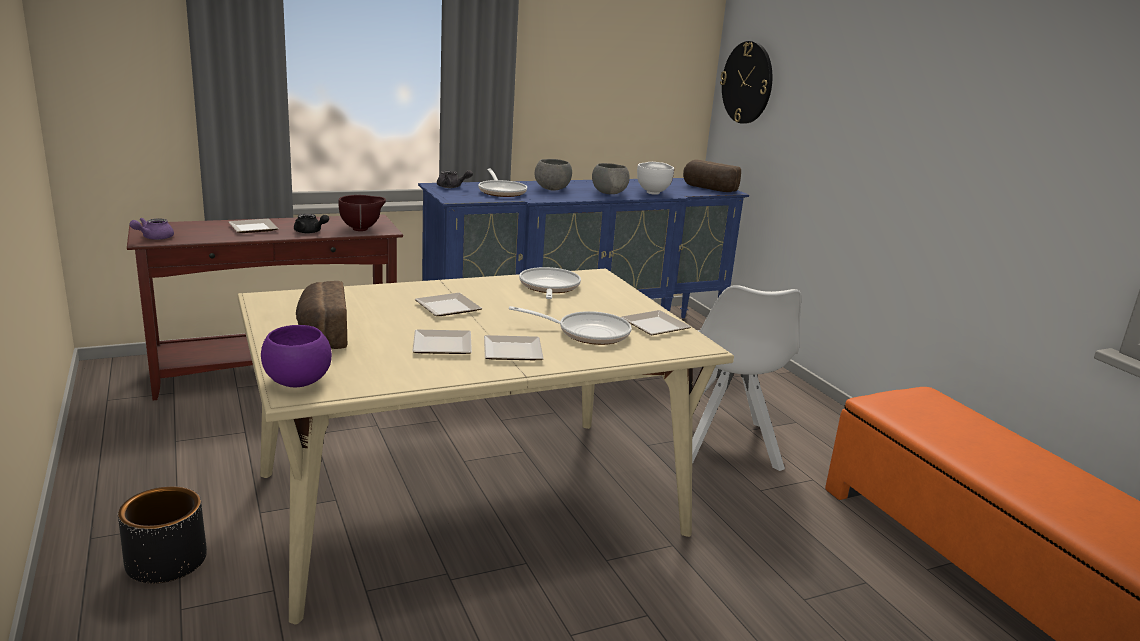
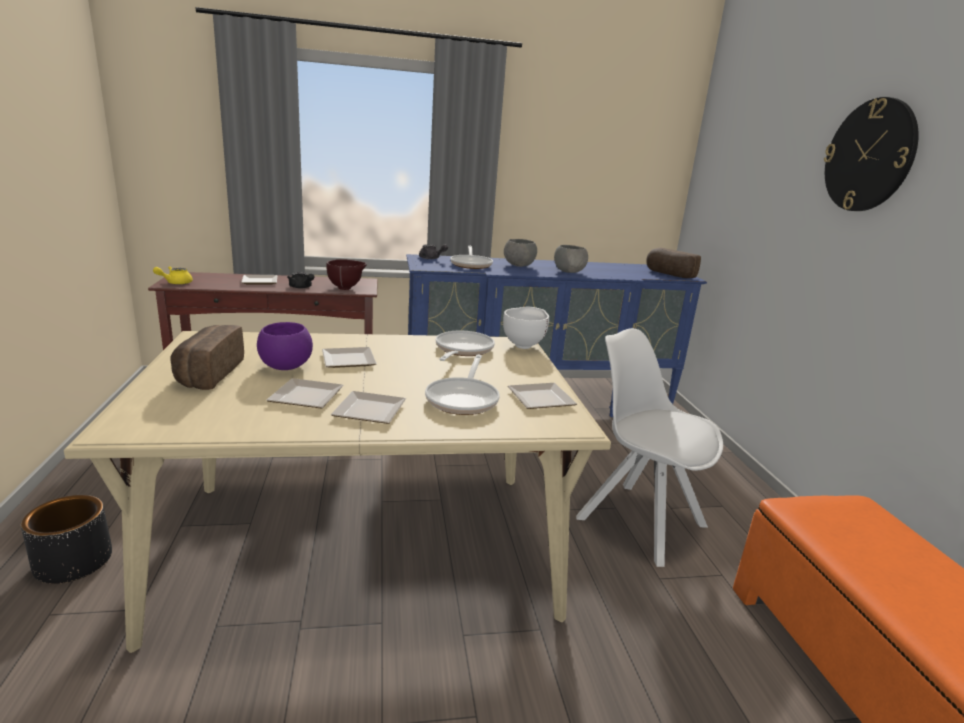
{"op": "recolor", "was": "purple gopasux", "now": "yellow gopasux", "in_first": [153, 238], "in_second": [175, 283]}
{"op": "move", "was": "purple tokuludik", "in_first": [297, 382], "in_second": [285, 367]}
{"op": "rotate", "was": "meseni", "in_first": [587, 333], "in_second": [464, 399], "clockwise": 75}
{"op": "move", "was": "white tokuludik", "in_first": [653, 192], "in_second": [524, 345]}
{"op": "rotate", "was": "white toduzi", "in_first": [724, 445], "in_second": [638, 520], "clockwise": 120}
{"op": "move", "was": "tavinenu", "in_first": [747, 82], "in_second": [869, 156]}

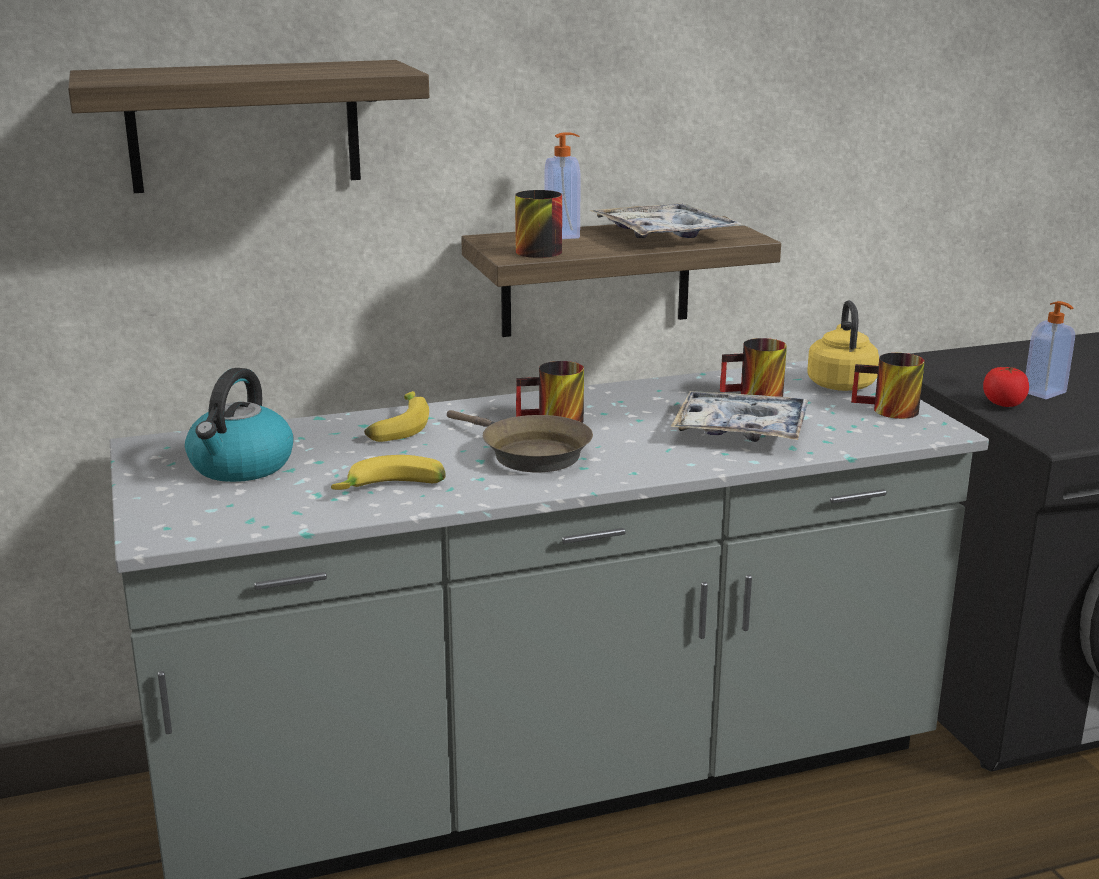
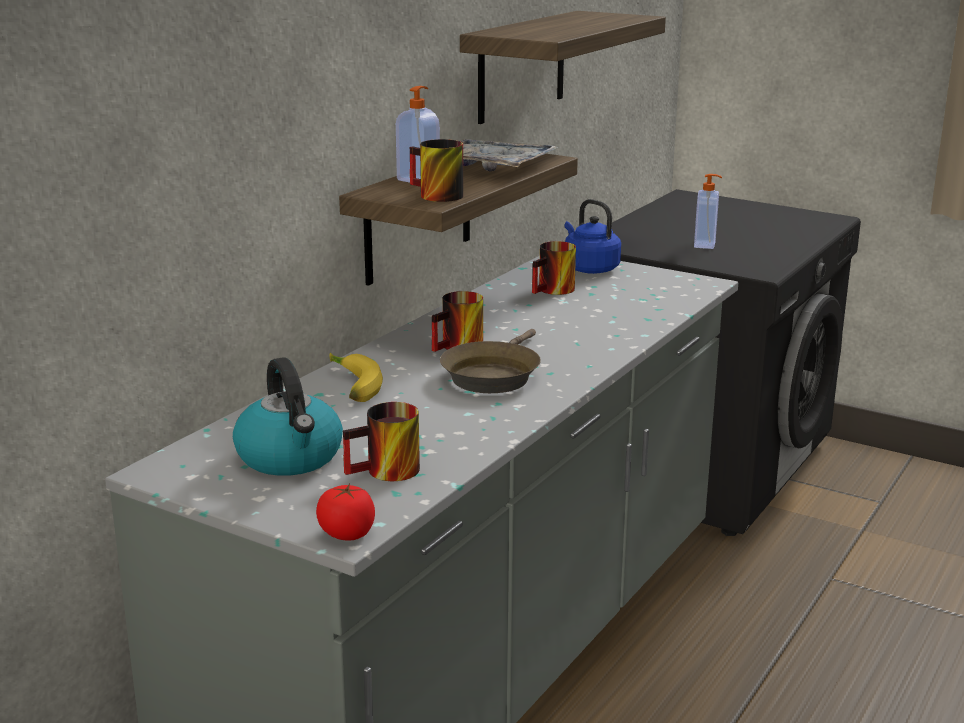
{"op": "move", "was": "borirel", "in_first": [244, 126], "in_second": [521, 66]}
{"op": "delete", "was": "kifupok", "in_first": [392, 490]}
{"op": "rotate", "was": "brown meseni", "in_first": [529, 453], "in_second": [493, 375], "clockwise": 105}
{"op": "delete", "was": "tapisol", "in_first": [741, 430]}
{"op": "recolor", "was": "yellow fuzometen", "now": "blue fuzometen", "in_first": [840, 383], "in_second": [589, 268]}
{"op": "move", "was": "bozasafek", "in_first": [887, 411], "in_second": [386, 473]}
{"op": "move", "was": "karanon", "in_first": [1003, 404], "in_second": [347, 534]}

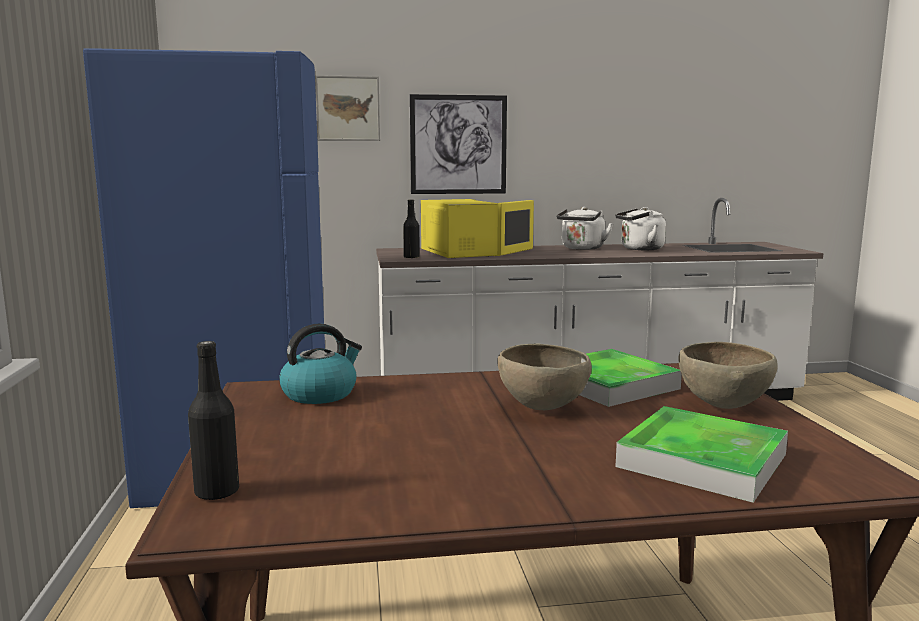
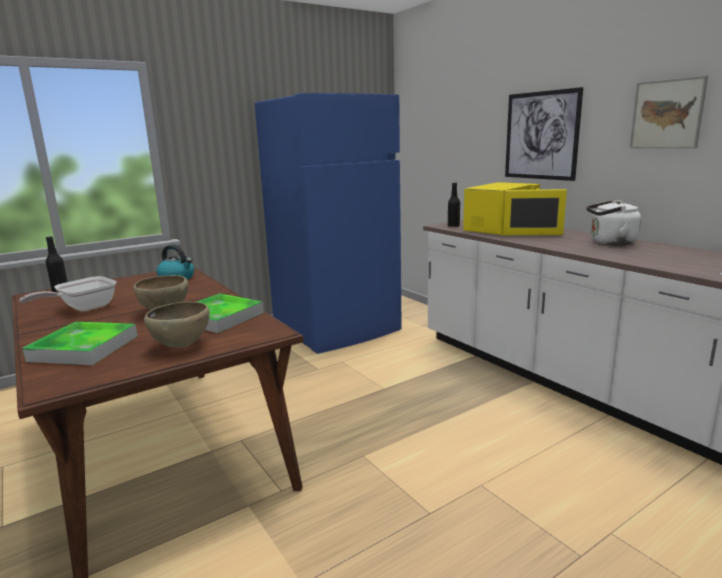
{"op": "move", "was": "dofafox", "in_first": [348, 108], "in_second": [666, 114]}
{"op": "delete", "was": "white fuzometen", "in_first": [639, 249]}
{"op": "insert", "now": "meseni", "in_second": [83, 308]}

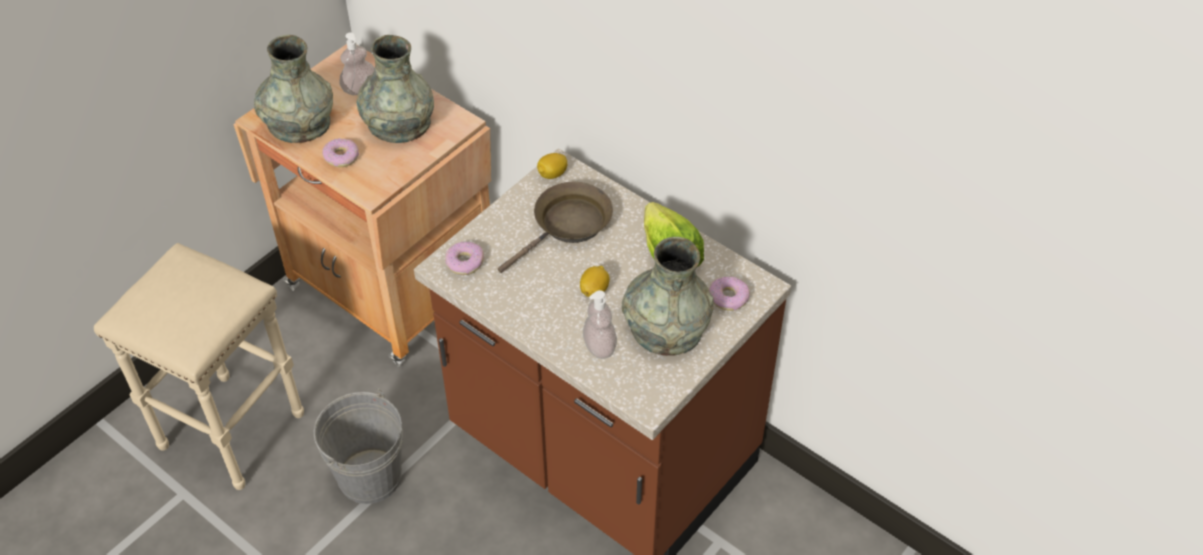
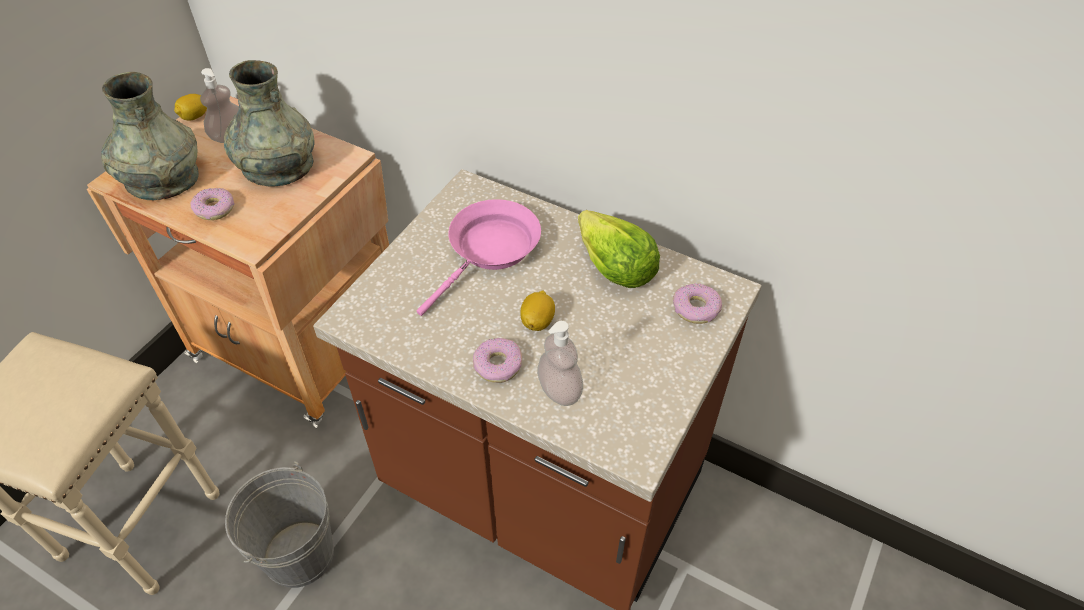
{"op": "move", "was": "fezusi", "in_first": [464, 262], "in_second": [497, 365]}
{"op": "recolor", "was": "brown meseni", "now": "pink meseni", "in_first": [568, 226], "in_second": [490, 251]}
{"op": "move", "was": "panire", "in_first": [552, 174], "in_second": [194, 117]}
{"op": "delete", "was": "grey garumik", "in_first": [666, 328]}

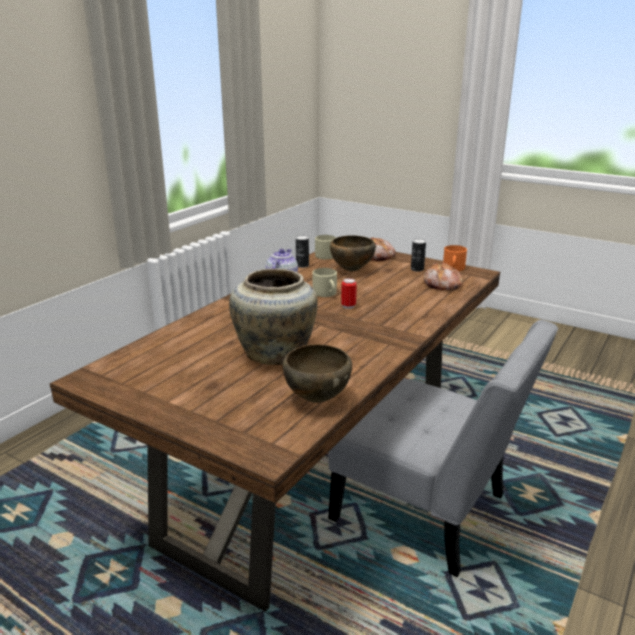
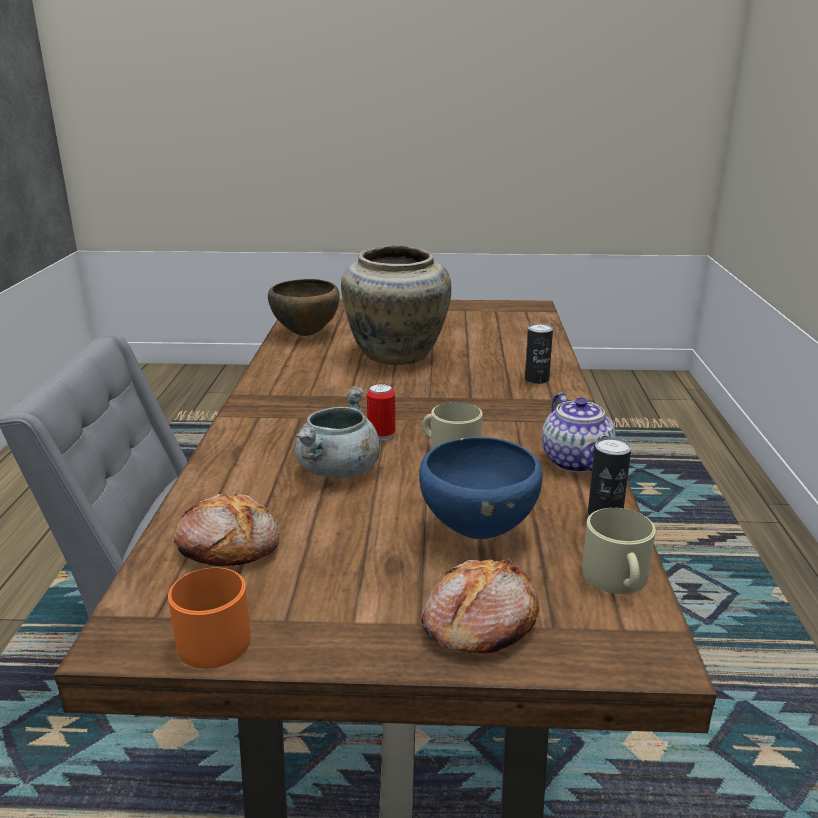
{"op": "recolor", "was": "brown tokuludik", "now": "blue tokuludik", "in_first": [351, 270], "in_second": [478, 532]}
{"op": "move", "was": "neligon", "in_first": [417, 269], "in_second": [536, 380]}
{"op": "insert", "now": "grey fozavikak", "in_second": [338, 471]}

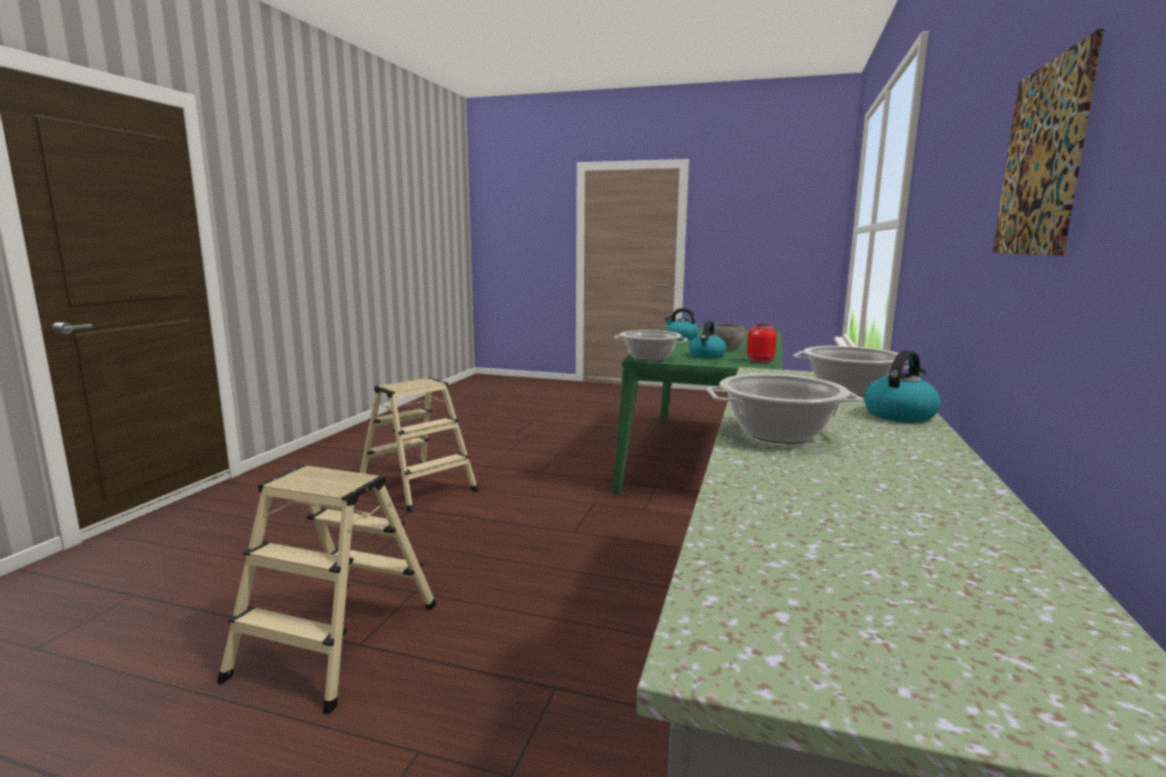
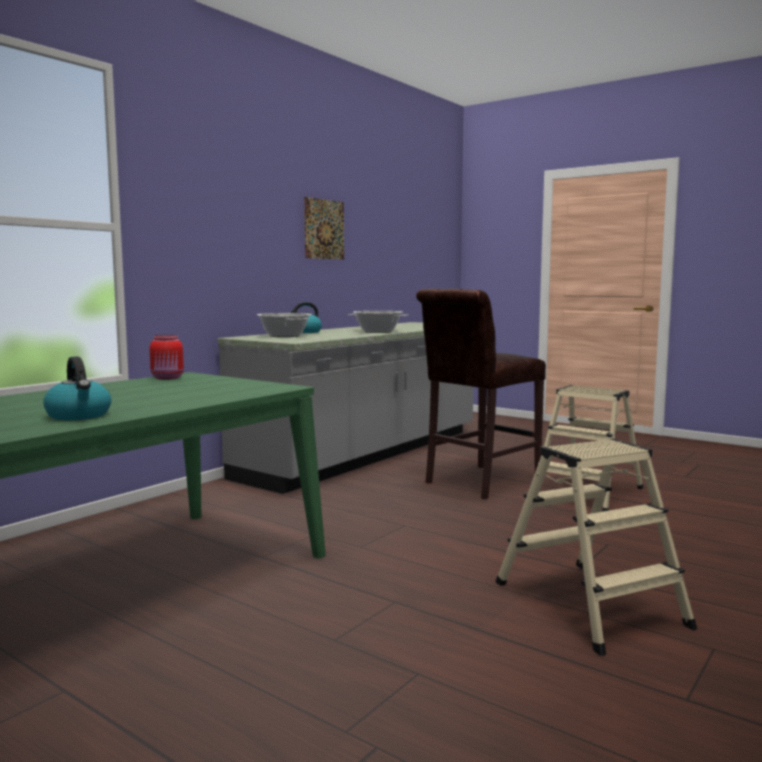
{"op": "delete", "was": "fozavikak", "in_first": [650, 358]}
{"op": "delete", "was": "fuzometen", "in_first": [707, 356]}
{"op": "delete", "was": "grey tokuludik", "in_first": [726, 349]}
{"op": "insert", "now": "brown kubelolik", "in_second": [477, 483]}

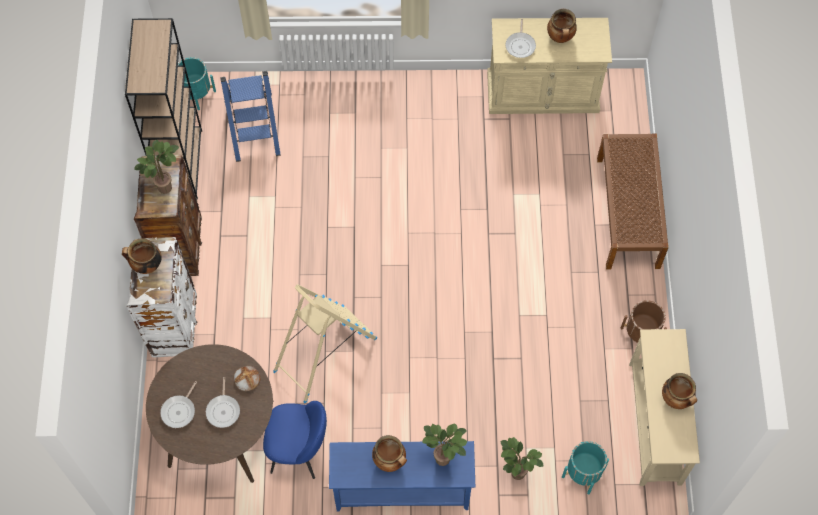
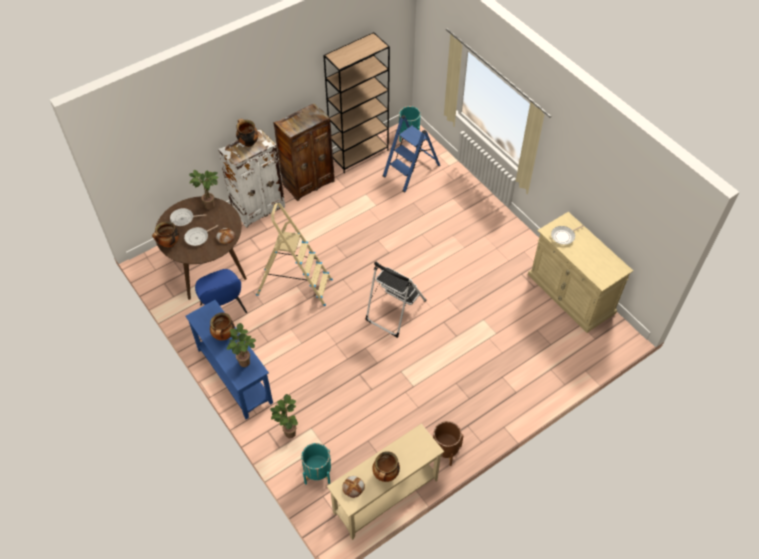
{"op": "move", "was": "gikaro", "in_first": [166, 185], "in_second": [211, 205]}
{"op": "move", "was": "fozavikak", "in_first": [560, 38], "in_second": [169, 244]}
{"op": "delete", "was": "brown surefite", "in_first": [628, 212]}
{"op": "insert", "now": "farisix", "in_second": [353, 487]}
{"op": "insert", "now": "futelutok", "in_second": [394, 311]}

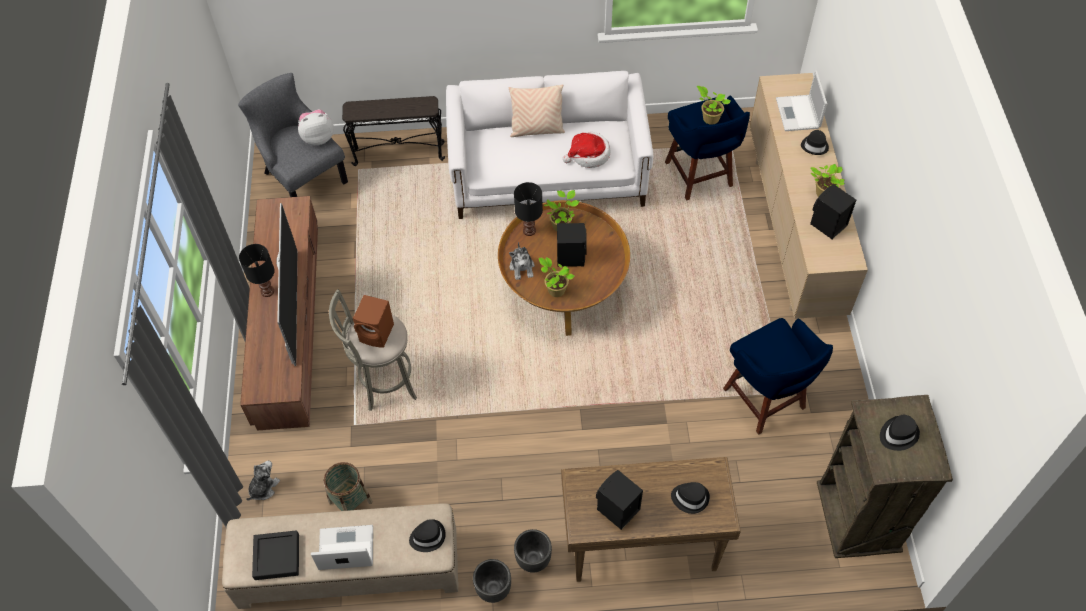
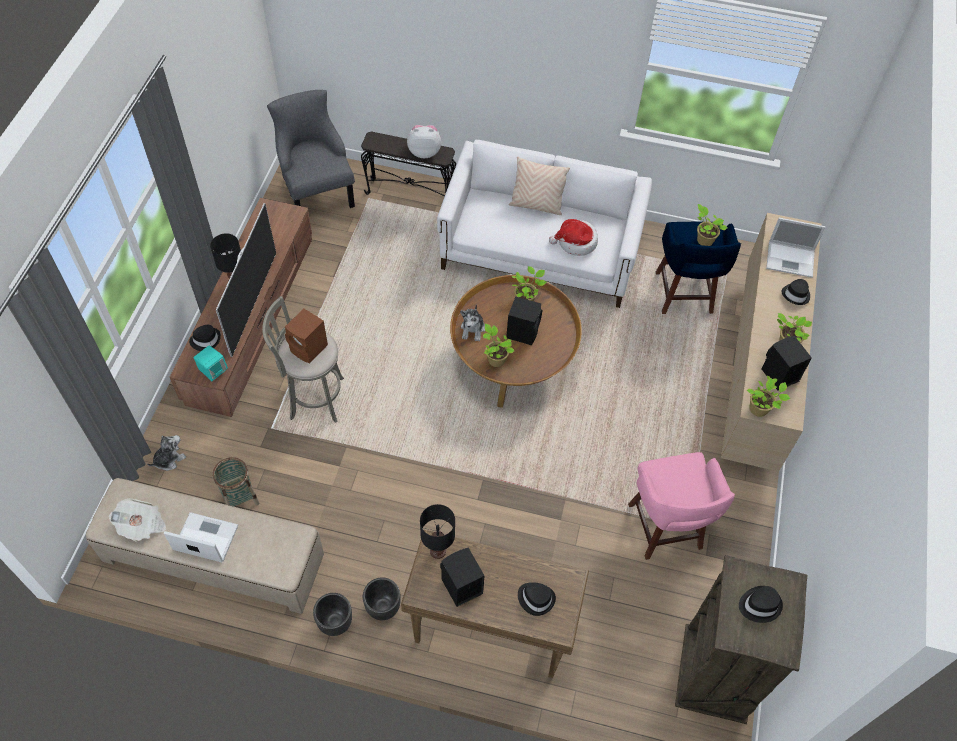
{"op": "replace", "was": "black tapisol", "now": "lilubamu", "in_first": [277, 557], "in_second": [142, 525]}
{"op": "move", "was": "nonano", "in_first": [318, 137], "in_second": [424, 151]}
{"op": "move", "was": "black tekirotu", "in_first": [427, 536], "in_second": [206, 340]}
{"op": "move", "was": "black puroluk", "in_first": [529, 230], "in_second": [438, 550]}
{"op": "recolor", "was": "blue kubelolik", "now": "pink kubelolik", "in_first": [766, 401], "in_second": [665, 530]}
{"op": "rotate", "was": "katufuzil", "in_first": [798, 114], "in_second": [791, 259], "clockwise": -90}
{"op": "insert", "now": "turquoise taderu", "in_second": [213, 371]}
{"op": "insert", "now": "gikaro", "in_second": [760, 410]}

